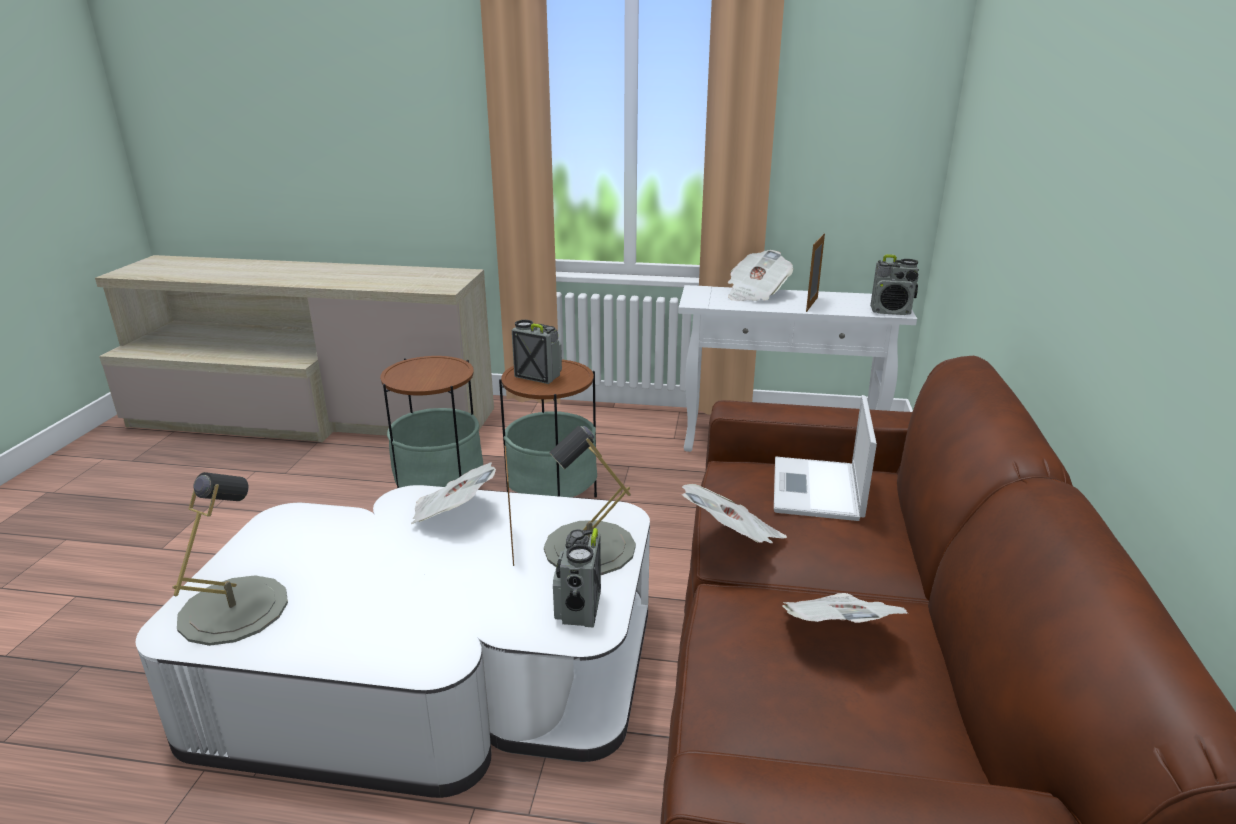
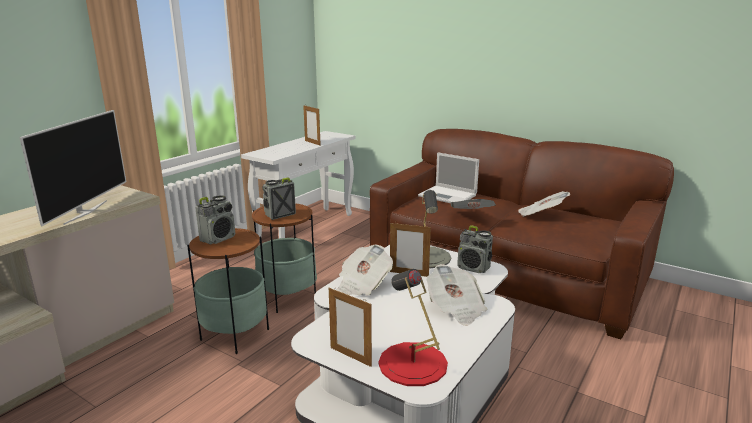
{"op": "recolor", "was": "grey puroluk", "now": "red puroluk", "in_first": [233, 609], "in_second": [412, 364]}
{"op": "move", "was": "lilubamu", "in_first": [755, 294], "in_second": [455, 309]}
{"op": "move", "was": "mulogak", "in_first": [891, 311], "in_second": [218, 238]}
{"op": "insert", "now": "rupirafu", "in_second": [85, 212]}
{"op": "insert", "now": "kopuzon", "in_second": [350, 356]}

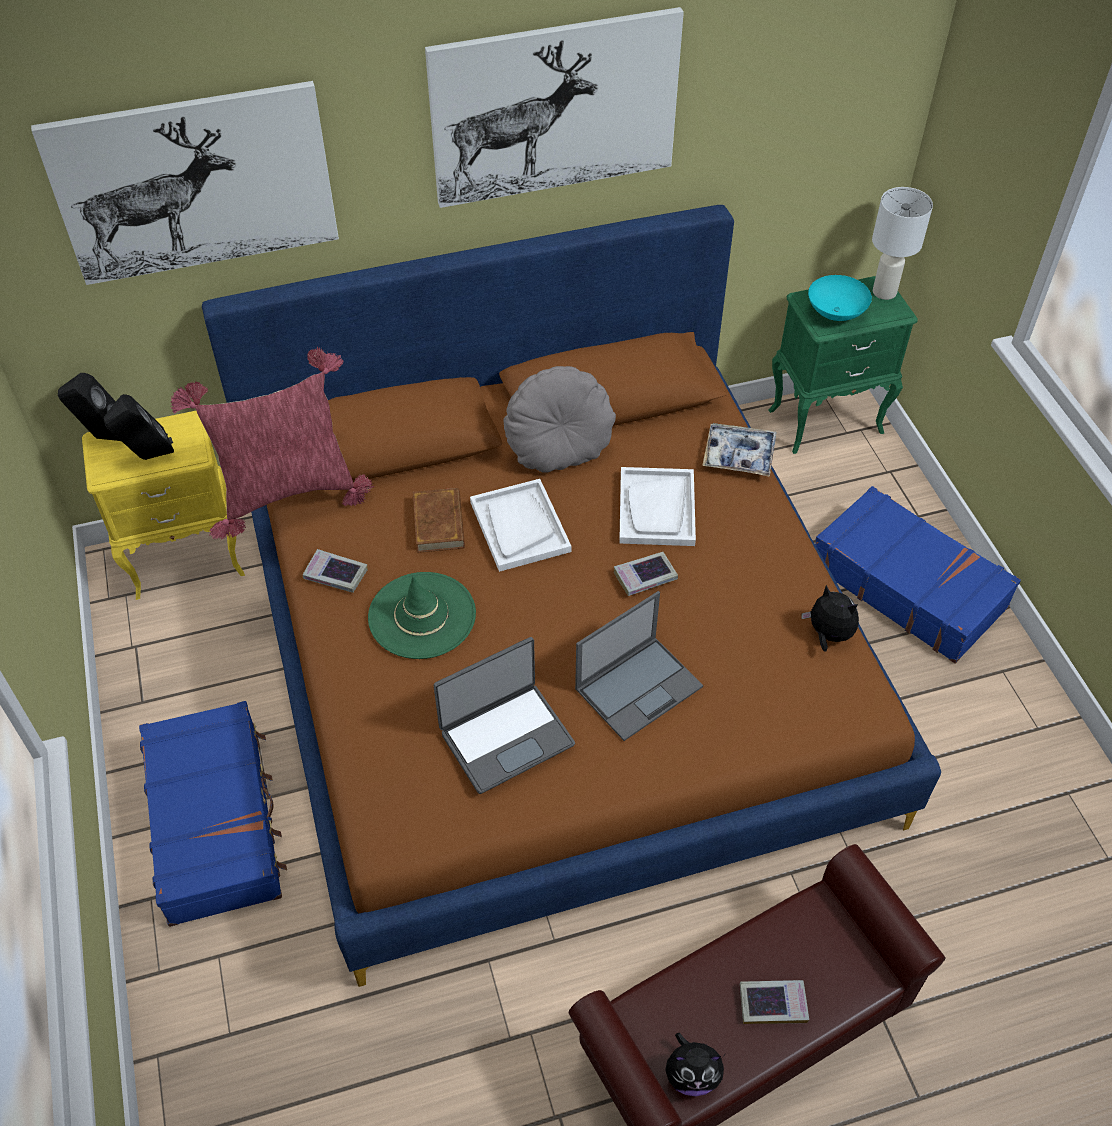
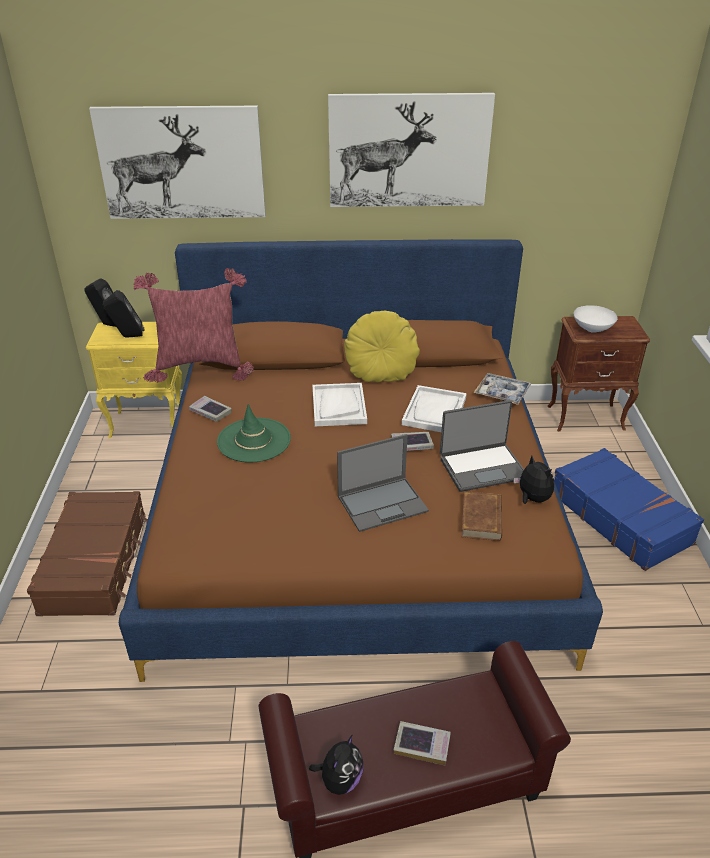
{"op": "recolor", "was": "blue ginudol", "now": "brown ginudol", "in_first": [216, 821], "in_second": [96, 563]}
{"op": "move", "was": "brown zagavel", "in_first": [439, 523], "in_second": [482, 519]}
{"op": "move", "was": "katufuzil", "in_first": [506, 737], "in_second": [482, 467]}
{"op": "recolor", "was": "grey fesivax", "now": "yellow fesivax", "in_first": [559, 454], "in_second": [381, 376]}
{"op": "rotate", "was": "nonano", "in_first": [692, 1074], "in_second": [340, 780], "clockwise": -75}
{"op": "recolor", "was": "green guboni", "now": "brown guboni", "in_first": [826, 421], "in_second": [586, 418]}
{"op": "recolor", "was": "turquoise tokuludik", "now": "white tokuludik", "in_first": [834, 313], "in_second": [591, 329]}
{"op": "delete", "was": "white puroluk", "in_first": [884, 291]}

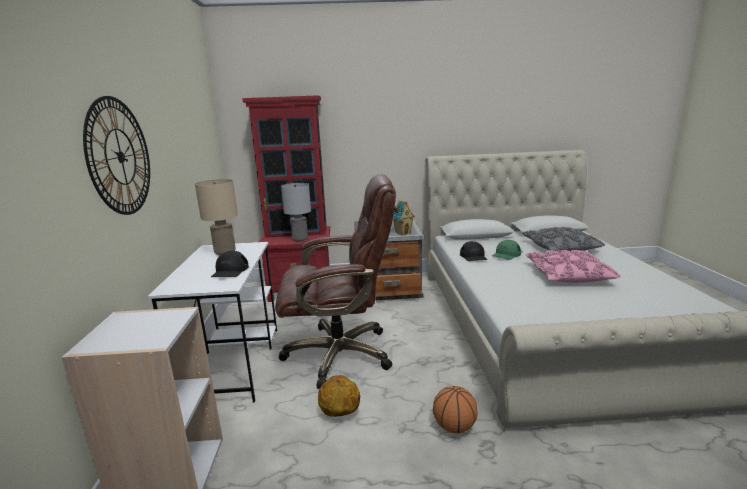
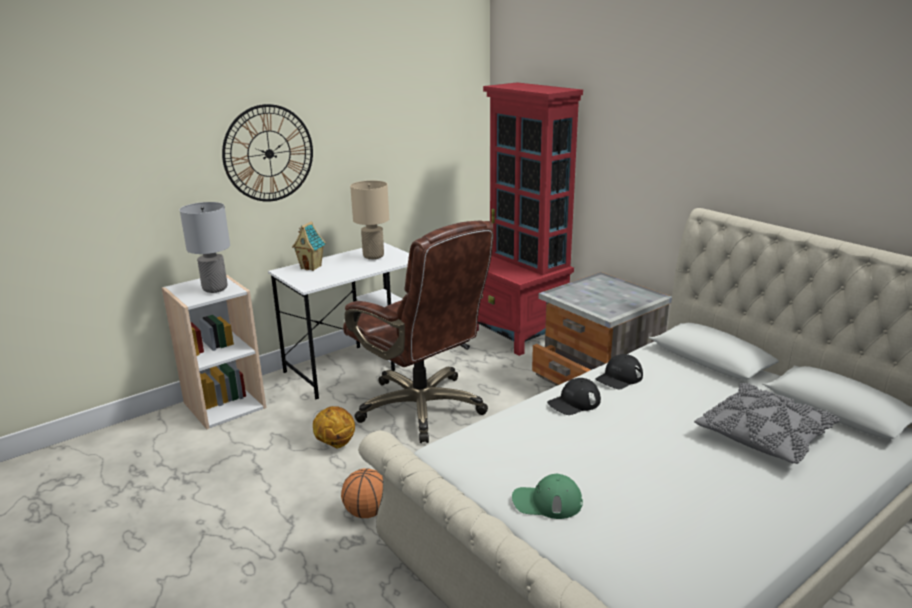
{"op": "move", "was": "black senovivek", "in_first": [230, 271], "in_second": [574, 402]}
{"op": "move", "was": "grey puroluk", "in_first": [300, 240], "in_second": [215, 290]}
{"op": "move", "was": "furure", "in_first": [402, 233], "in_second": [311, 267]}
{"op": "move", "was": "green senovivek", "in_first": [506, 254], "in_second": [546, 502]}
{"op": "delete", "was": "pink fesivax", "in_first": [568, 275]}

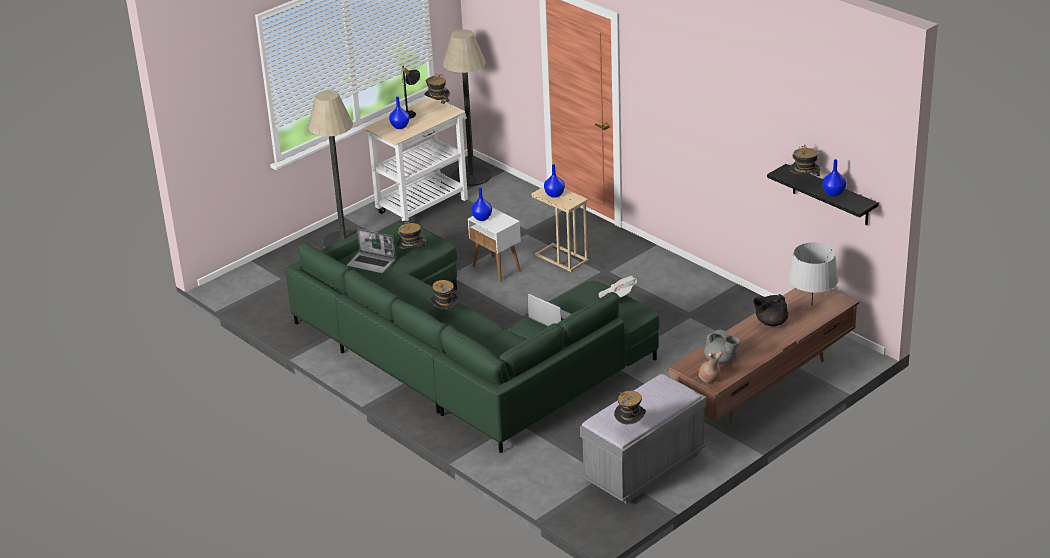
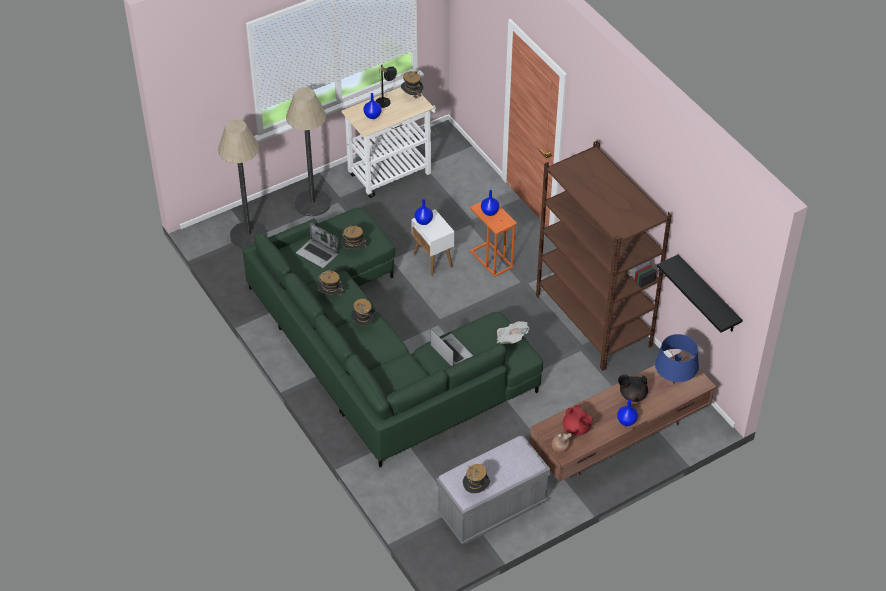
{"op": "move", "was": "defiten", "in_first": [471, 176], "in_second": [248, 235]}
{"op": "recolor", "was": "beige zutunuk", "now": "orange zutunuk", "in_first": [562, 258], "in_second": [492, 259]}
{"op": "recolor", "was": "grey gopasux", "now": "red gopasux", "in_first": [721, 360], "in_second": [576, 429]}
{"op": "recolor", "was": "grey puroluk", "now": "blue puroluk", "in_first": [811, 306], "in_second": [673, 383]}
{"op": "move", "was": "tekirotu", "in_first": [804, 182], "in_second": [331, 295]}
{"op": "move", "was": "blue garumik", "in_first": [834, 193], "in_second": [626, 422]}
{"op": "insert", "now": "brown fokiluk", "in_second": [593, 320]}

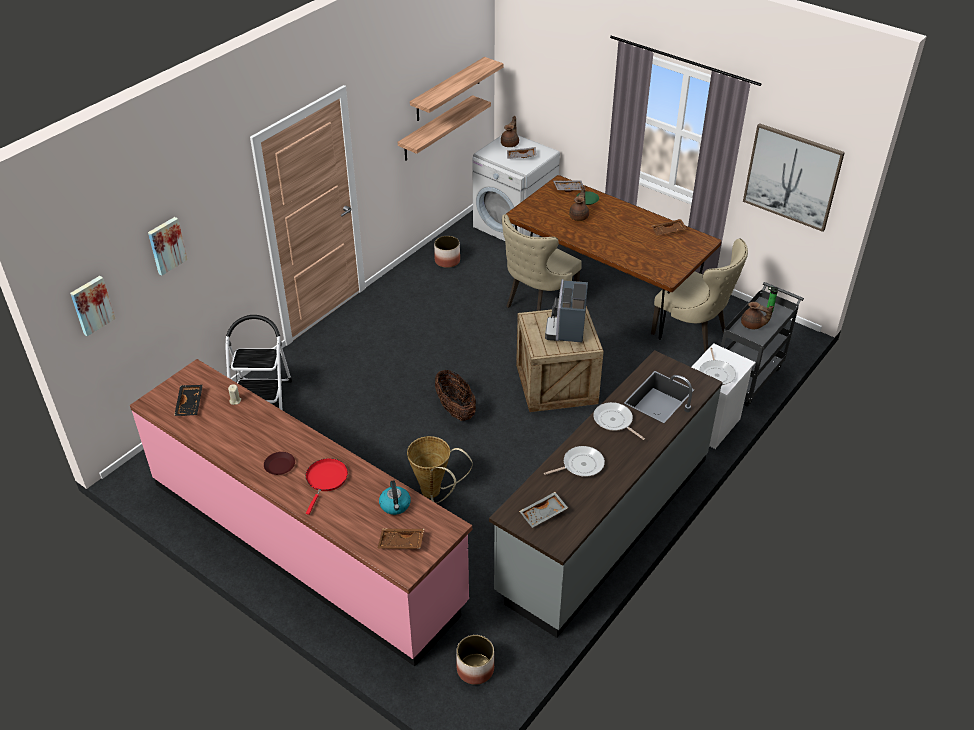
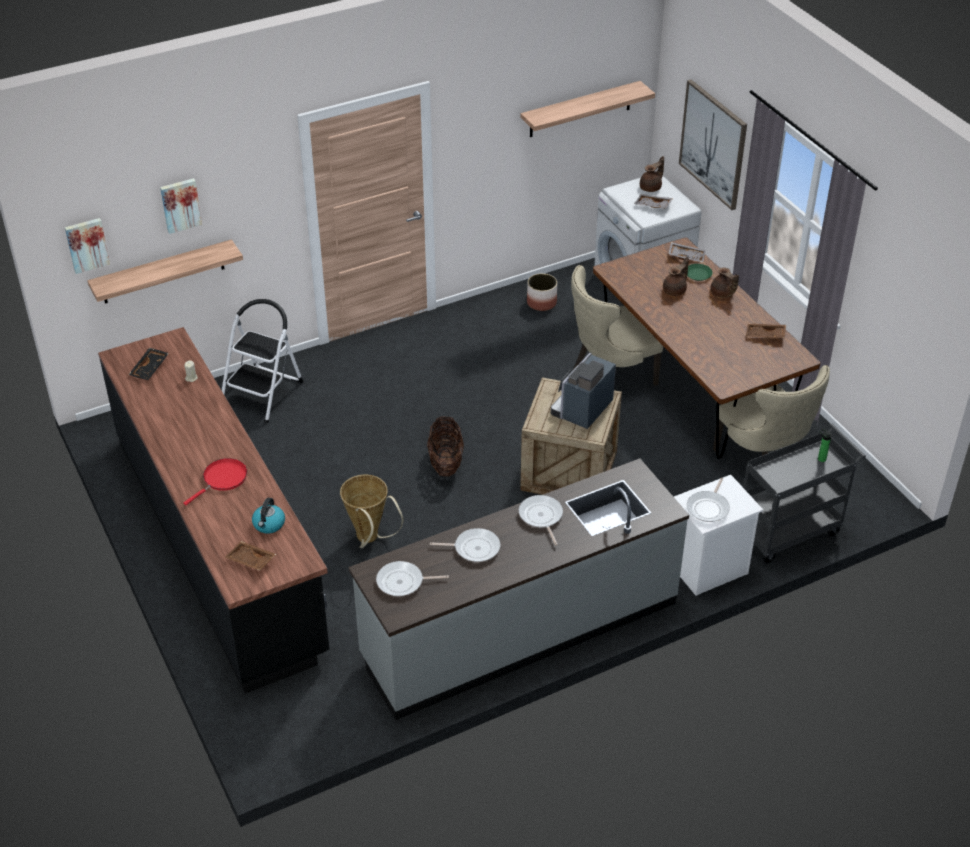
{"op": "recolor", "was": "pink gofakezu", "now": "black gofakezu", "in_first": [305, 541], "in_second": [219, 542]}
{"op": "delete", "was": "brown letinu", "in_first": [280, 466]}
{"op": "move", "was": "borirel", "in_first": [436, 129], "in_second": [163, 272]}
{"op": "delete", "was": "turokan", "in_first": [475, 668]}
{"op": "replace", "was": "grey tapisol", "now": "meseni", "in_first": [544, 514], "in_second": [403, 582]}
{"op": "move", "was": "brown gopasux", "in_first": [753, 325], "in_second": [722, 294]}
{"op": "move", "was": "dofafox", "in_first": [792, 177], "in_second": [713, 144]}

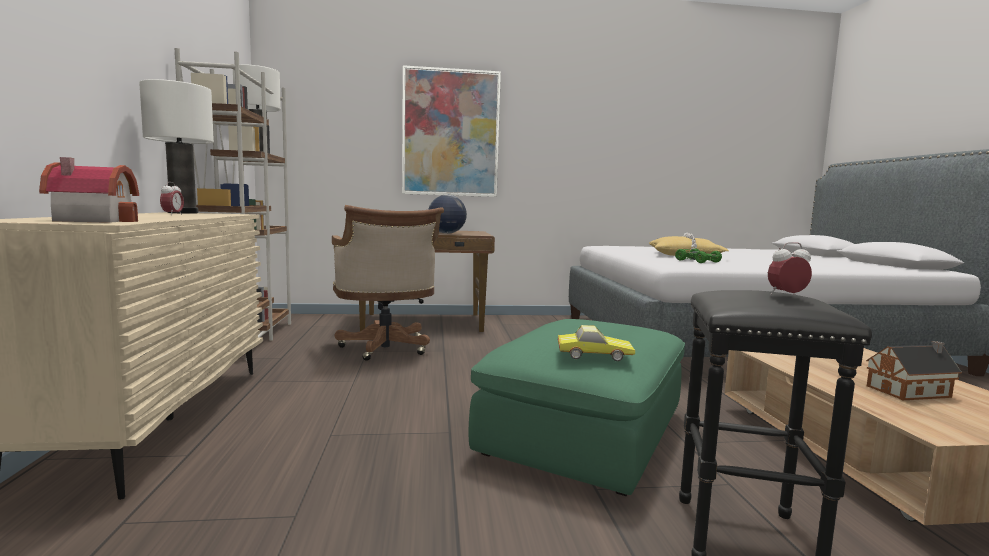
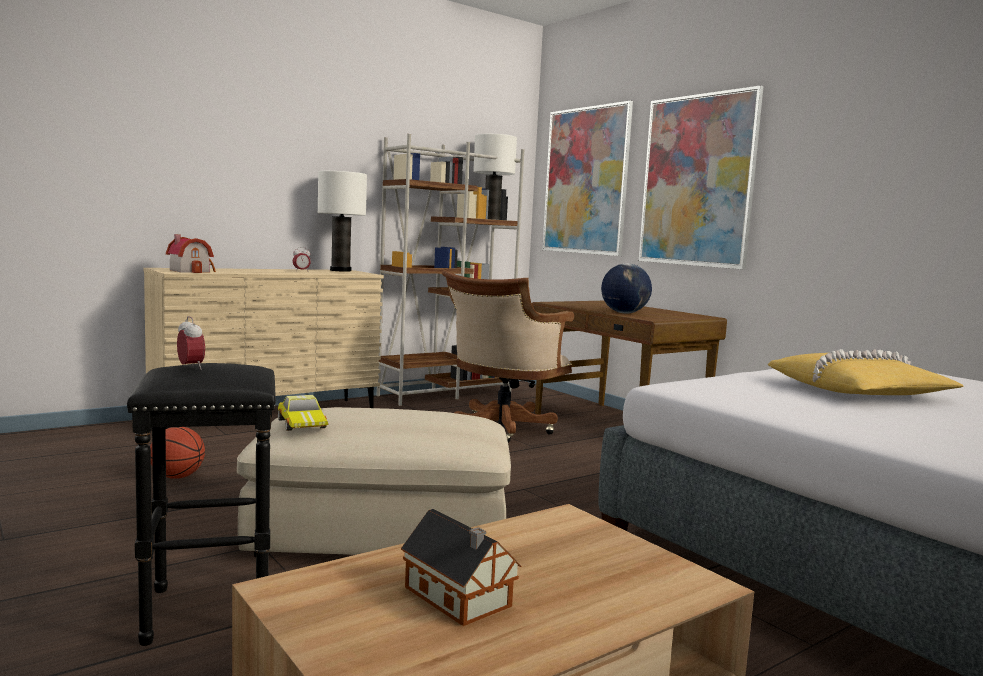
{"op": "recolor", "was": "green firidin", "now": "beige firidin", "in_first": [584, 432], "in_second": [383, 529]}
{"op": "delete", "was": "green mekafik", "in_first": [696, 261]}
{"op": "insert", "now": "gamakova", "in_second": [177, 477]}
{"op": "insert", "now": "dofafox", "in_second": [585, 181]}

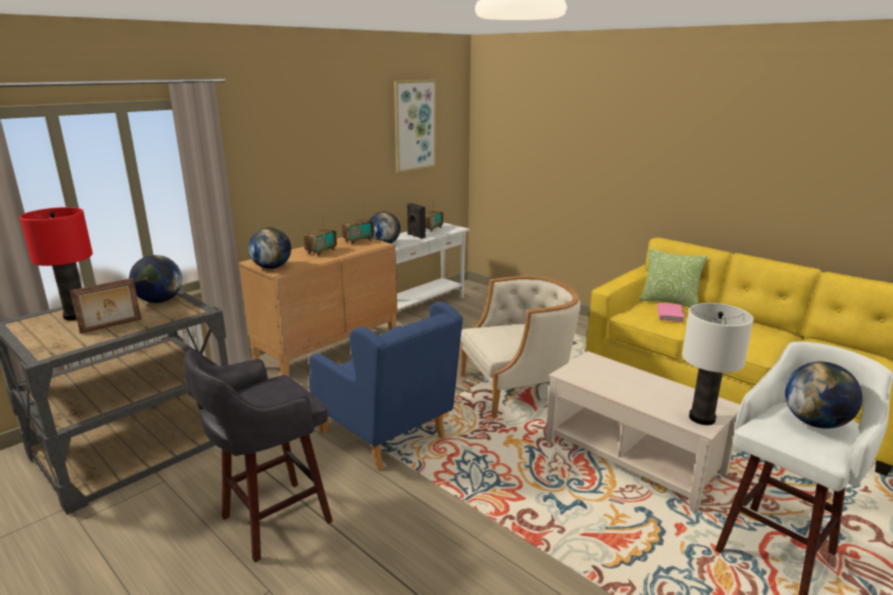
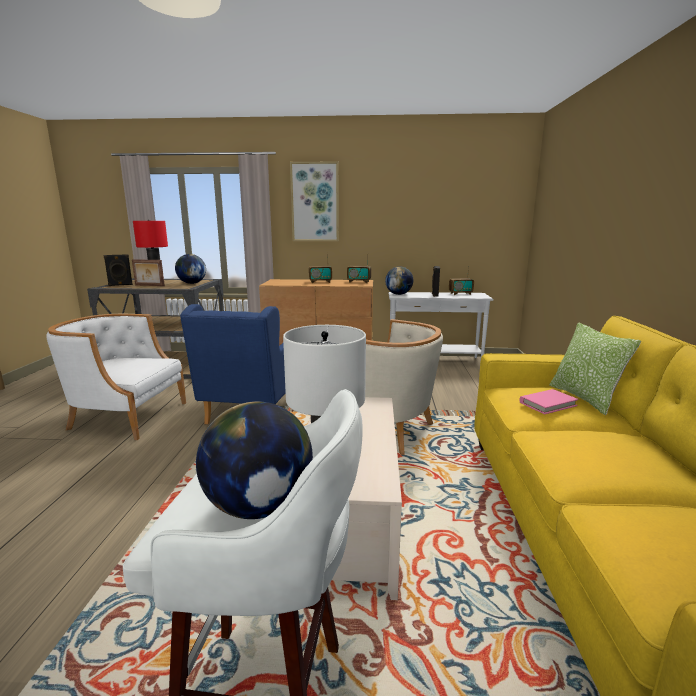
{"op": "replace", "was": "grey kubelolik", "now": "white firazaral", "in_first": [271, 521], "in_second": [125, 416]}
{"op": "delete", "was": "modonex", "in_first": [272, 267]}
{"op": "move", "was": "dofafox", "in_first": [414, 125], "in_second": [315, 202]}
{"op": "insert", "now": "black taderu", "in_second": [120, 285]}

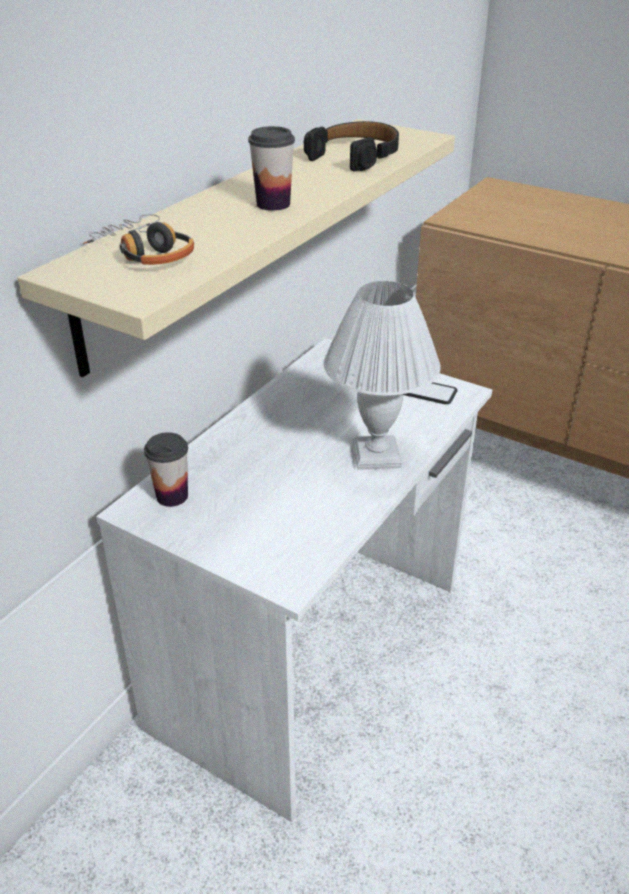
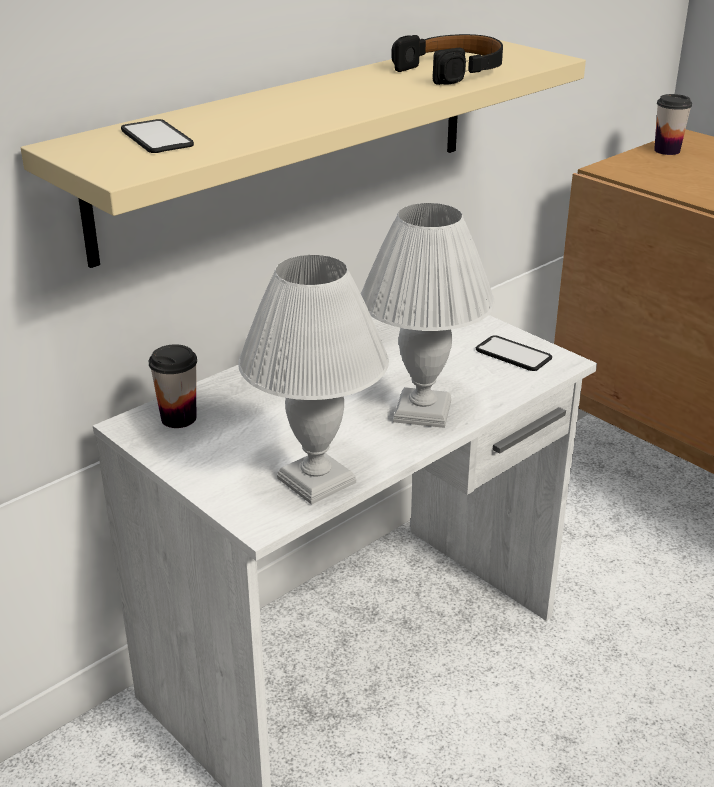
{"op": "replace", "was": "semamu", "now": "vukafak", "in_first": [145, 253], "in_second": [157, 138]}
{"op": "move", "was": "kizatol", "in_first": [273, 204], "in_second": [667, 150]}
{"op": "insert", "now": "white puroluk", "in_second": [317, 479]}

